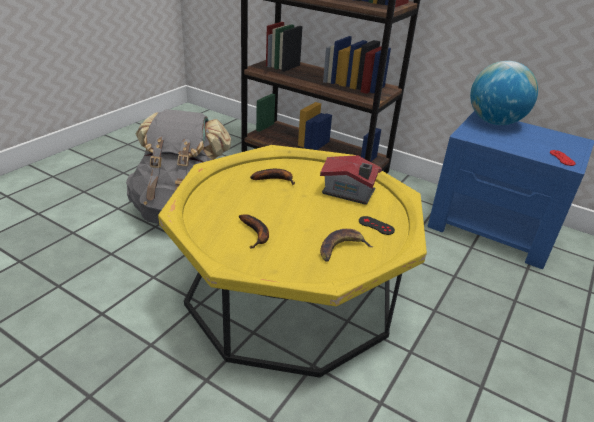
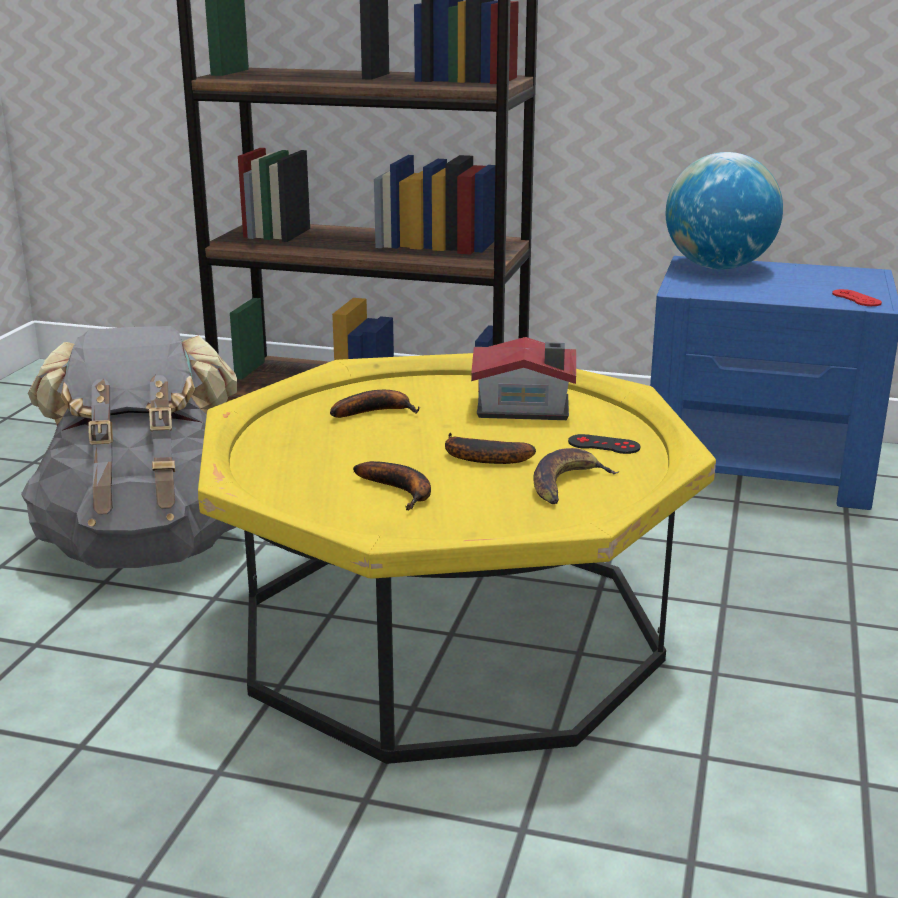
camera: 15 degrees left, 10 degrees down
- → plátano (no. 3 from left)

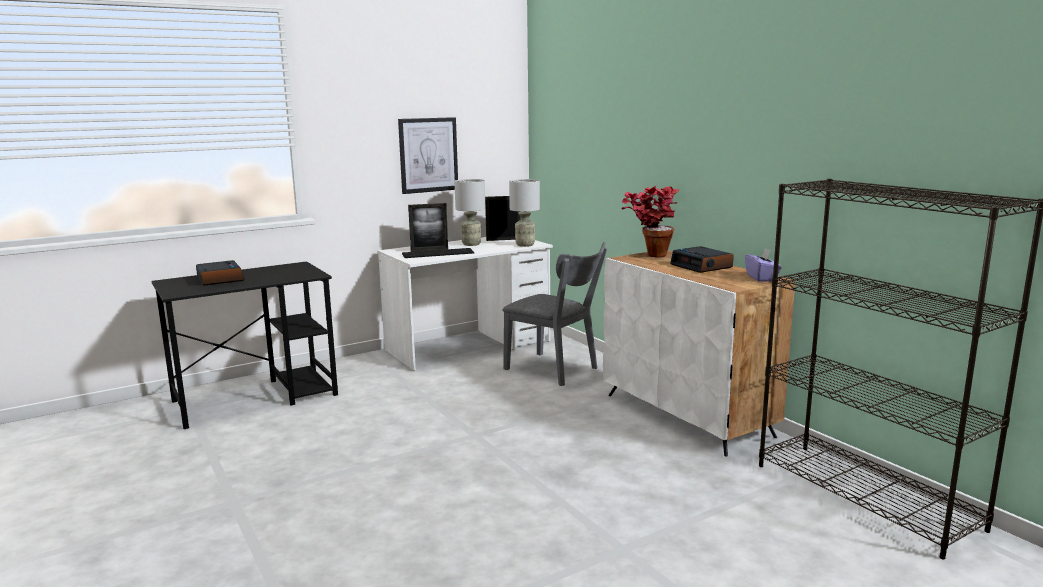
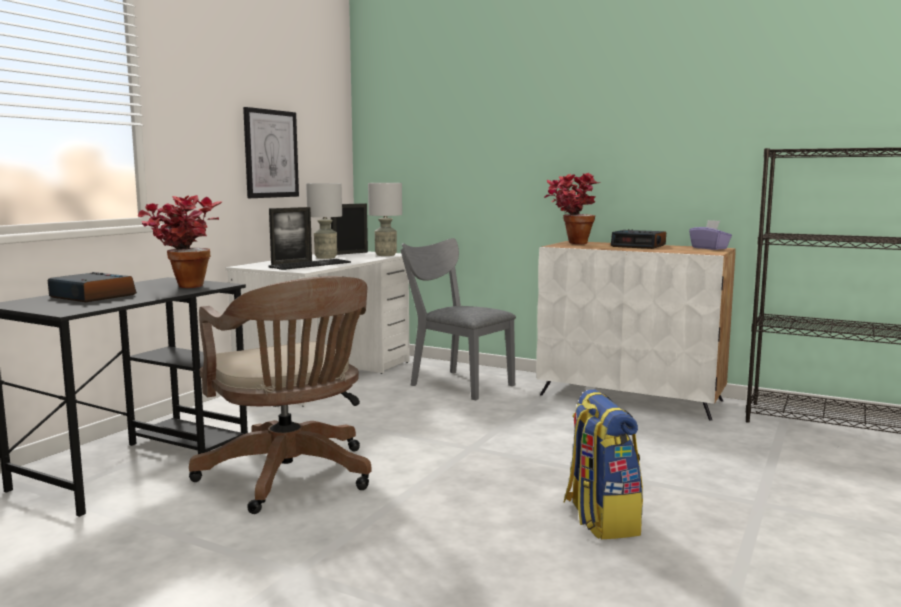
camera: 30 degrees left, 5 degrees down
- → planta en maceta (no. 1 from left)
- → silla de oficina/marrón
silla/gris, 150 degrees counterclockwise
- → mochila

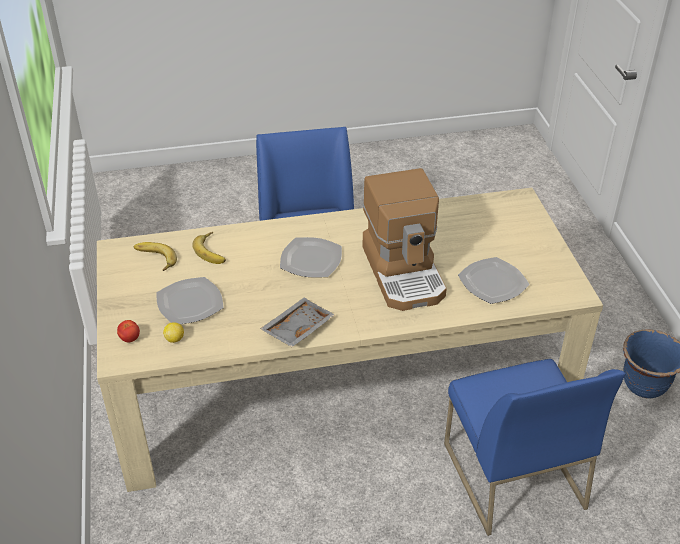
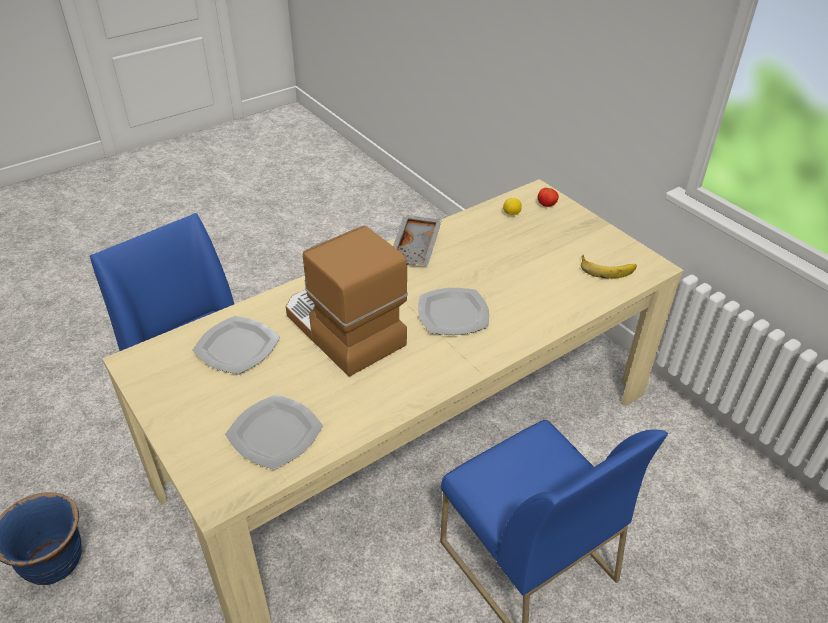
camera: 155 degrees right, 0 degrees up
plato (no. 1 from left in the first image) → plato (no. 2 from left), relocated
plátano (no. 2 from left) → -

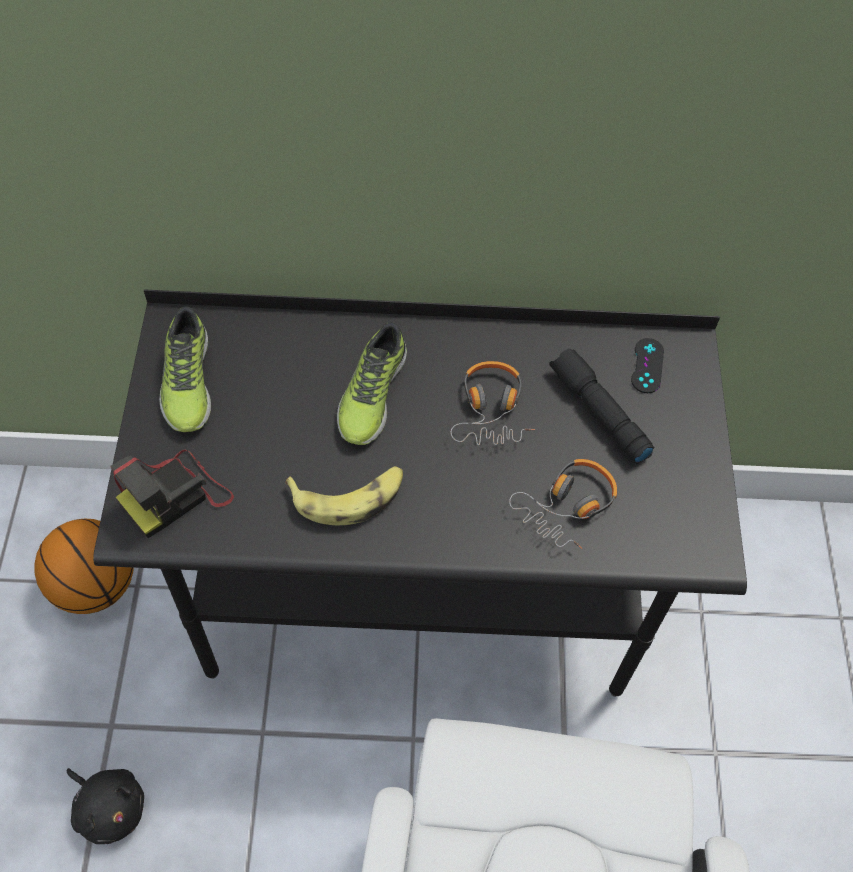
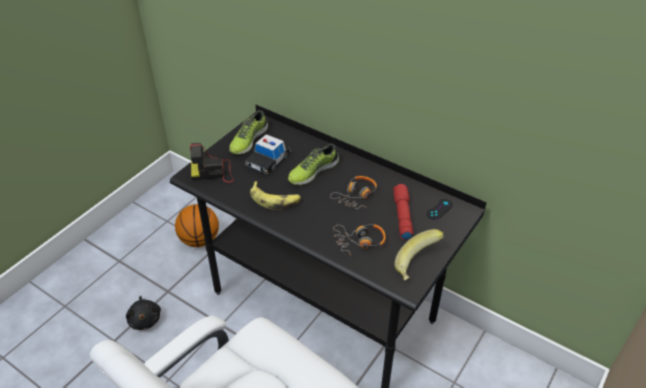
camera: 35 degrees right, 15 degrees down
- → coche de juguete
linterna/negro → linterna/rojo
- → plátano (no. 2 from left)

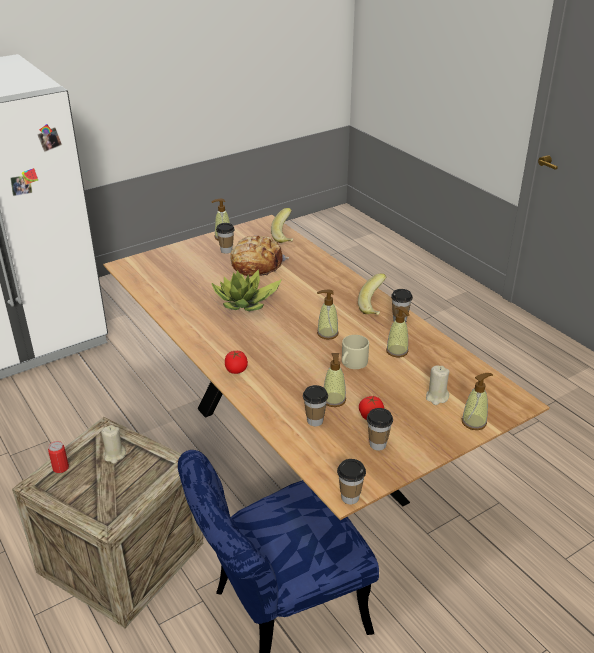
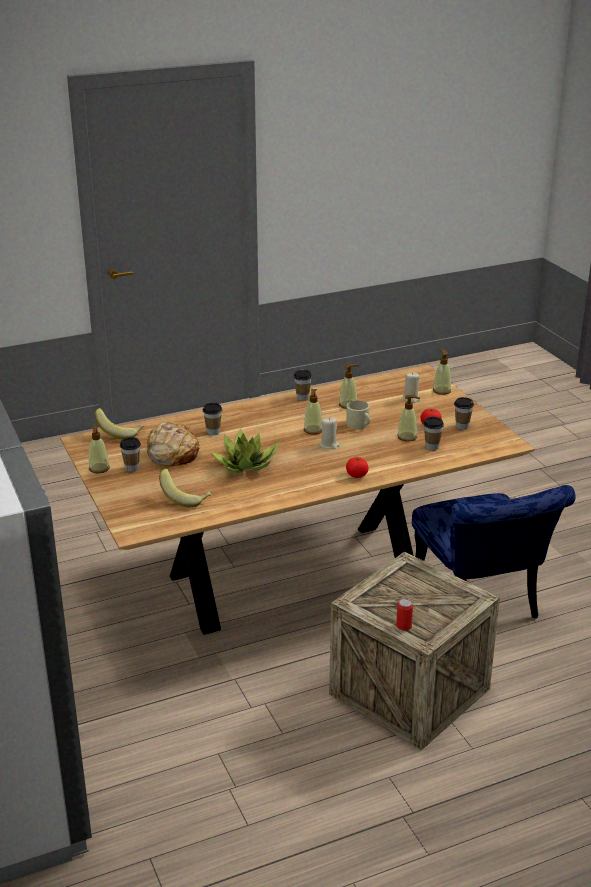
camera: 80 degrees left, 5 degrees down
plátano (no. 2 from left), relocated
taza (no. 3 from left in the first image) → taza (no. 2 from left), relocated
vela/beis (no. 1 from left), relocated

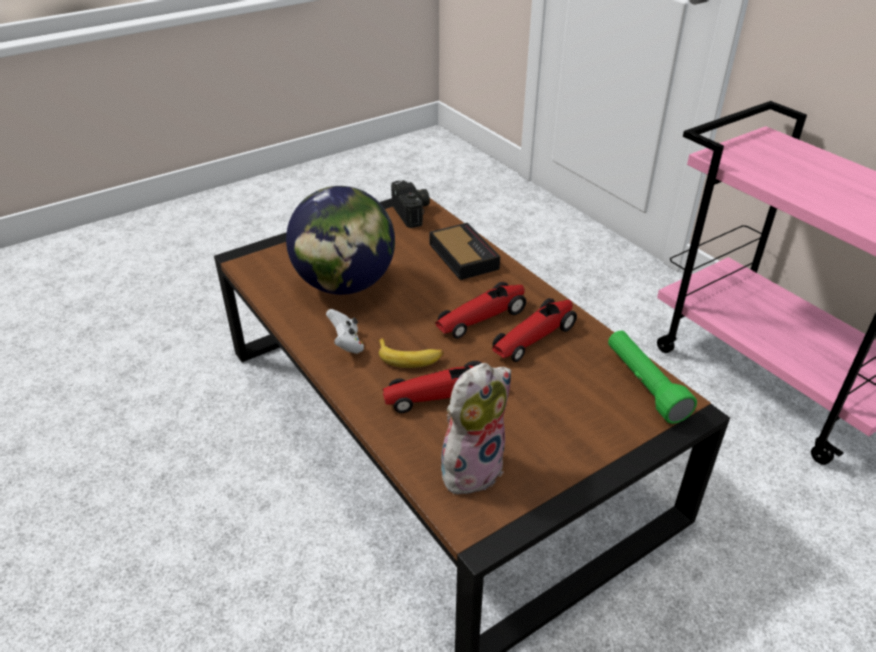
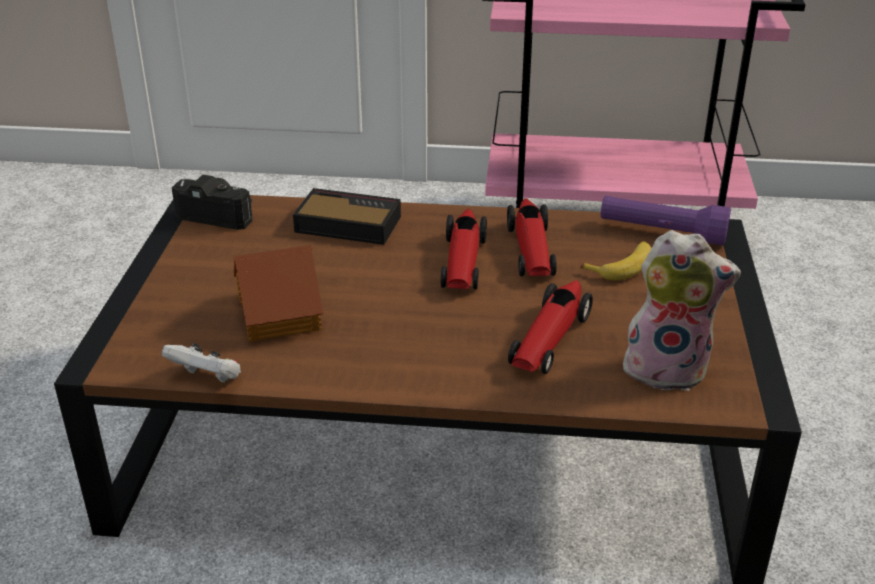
camera: 50 degrees left, 5 degrees down
mando de consola/blanco, relocated
globo terráqueo → casita
plátano, relocated
linterna/verde → linterna/morado
peluche, 105 degrees clockwise

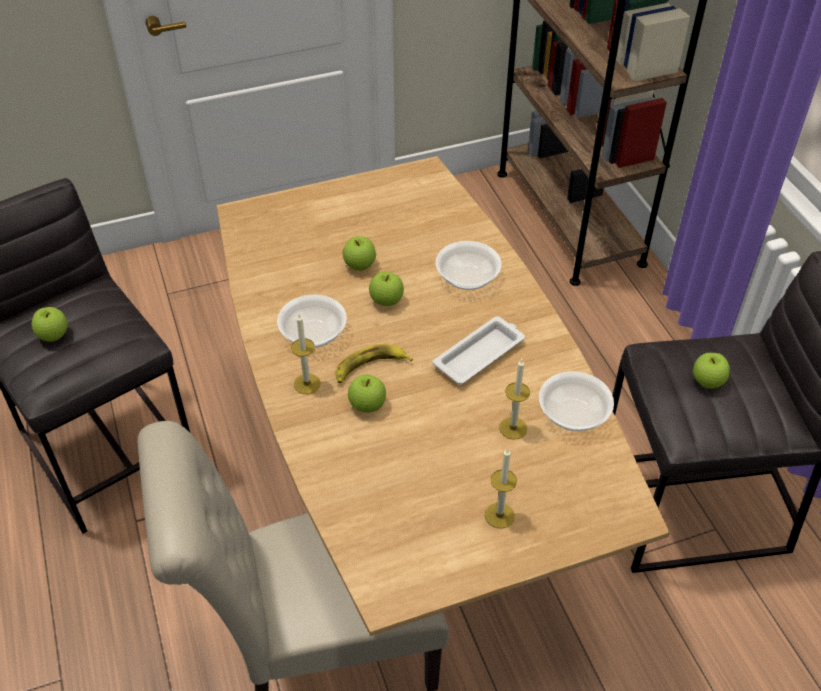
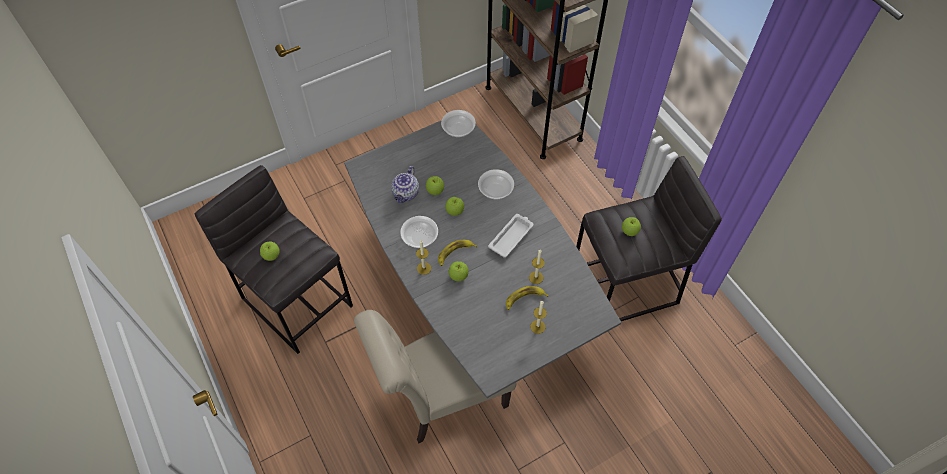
camera: 10 degrees left, 10 degrees up
mesa de comedor/marrón → mesa de comedor/gris
- → tetera
cuenco (no. 3 from left in the first image) → cuenco (no. 2 from left), relocated
- → plátano (no. 2 from left)

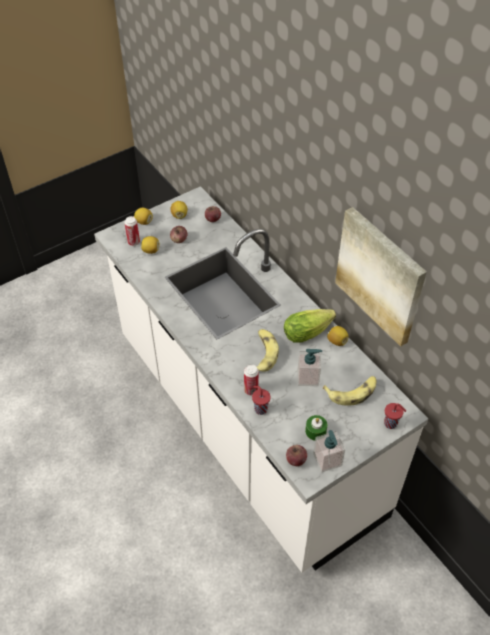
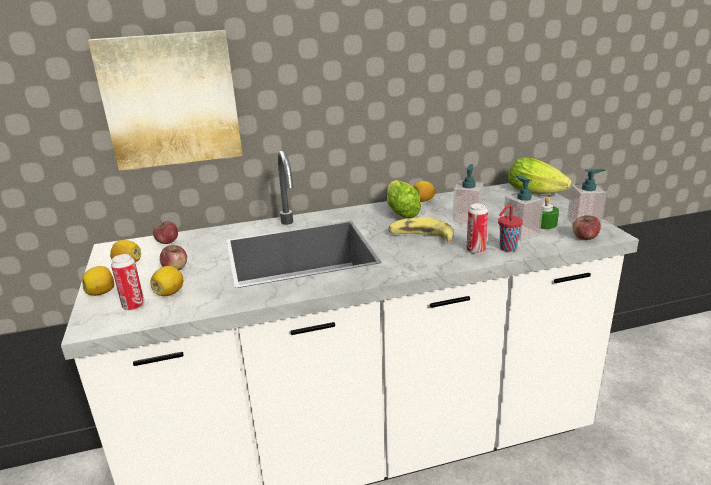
camera: 70 degrees left, 25 degrees down
cuadro, relocated
- → dispensador de jabón (no. 2 from left)
taza/rojo (no. 2 from left) → lechuga (no. 2 from left)
plátano (no. 2 from left) → -

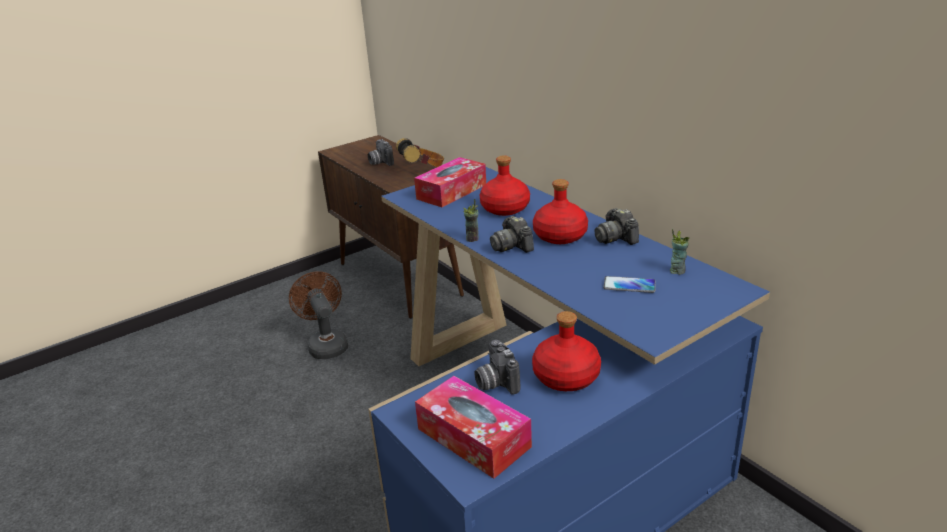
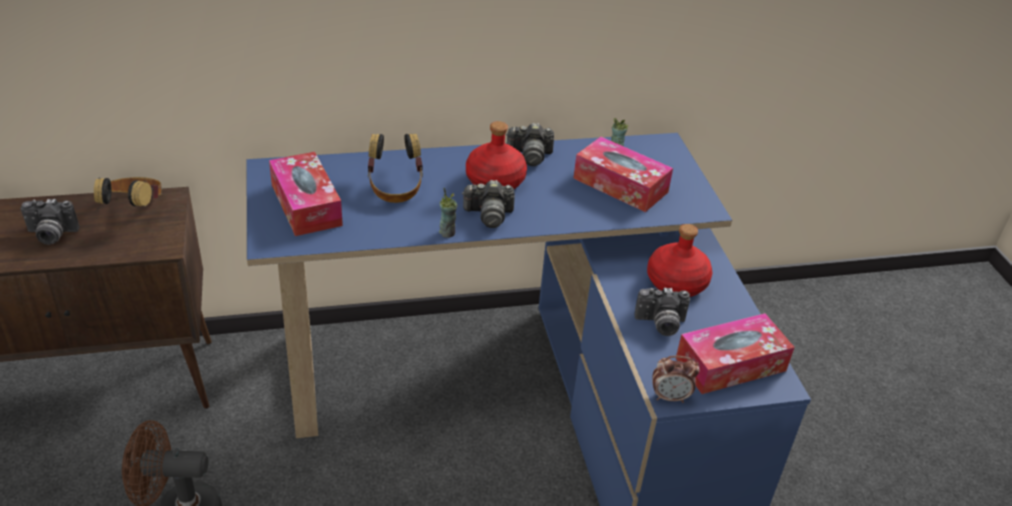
camera: 70 degrees left, 10 degrees up
botella/rojo (no. 1 from left) → auriculares (no. 2 from left)
móvil → caja de pañuelos (no. 2 from left)
- → despertador

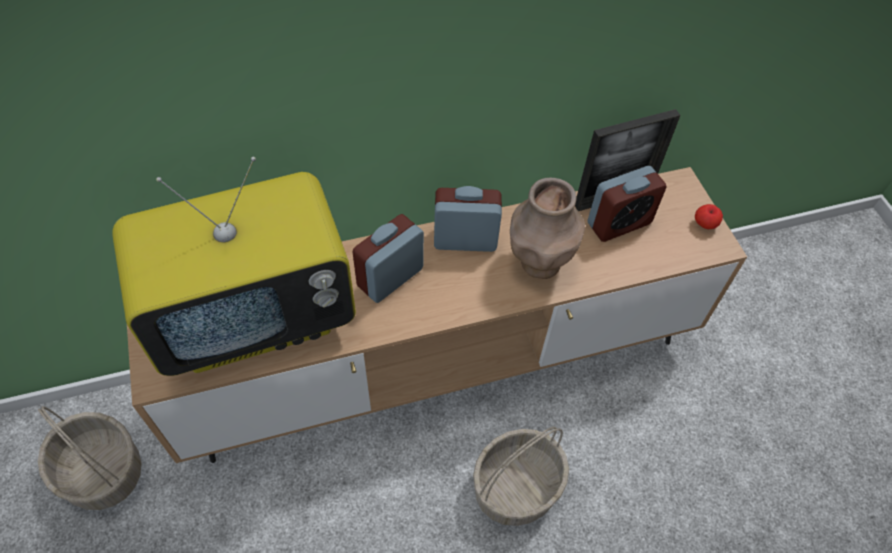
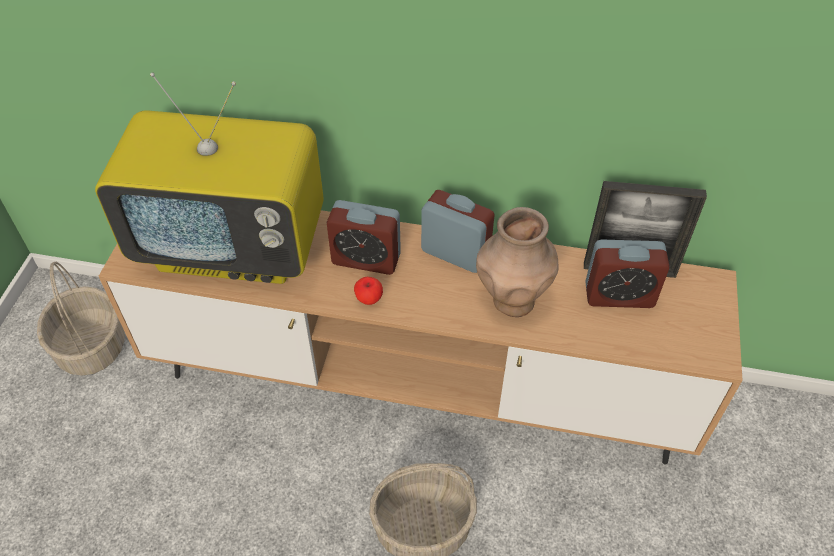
camera: 30 degrees right, 5 degrees down
despertador (no. 1 from left), 150 degrees counterclockwise
manzana, relocated

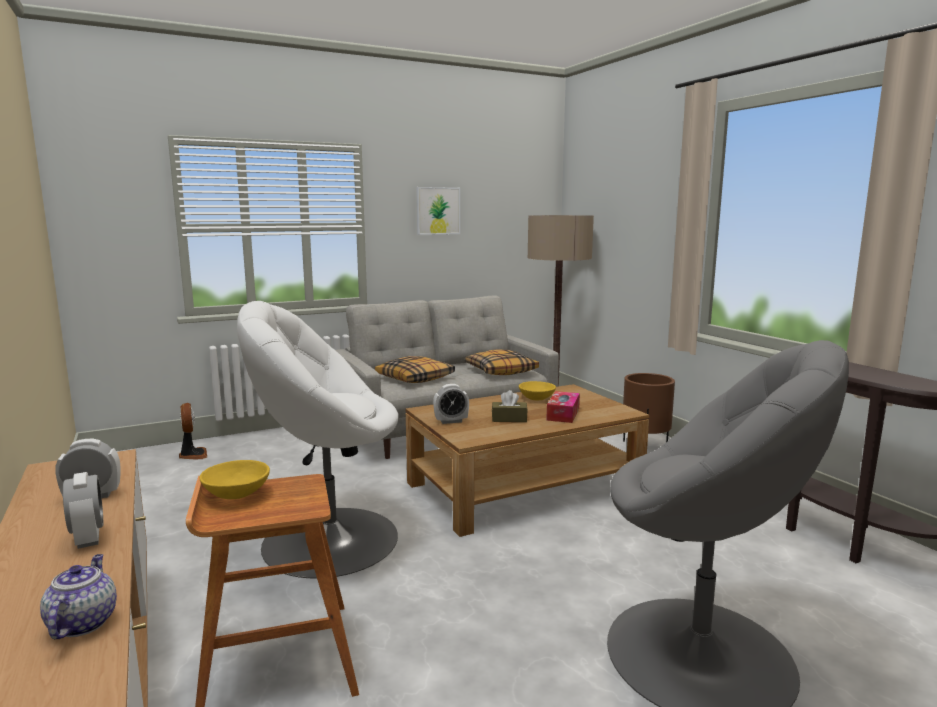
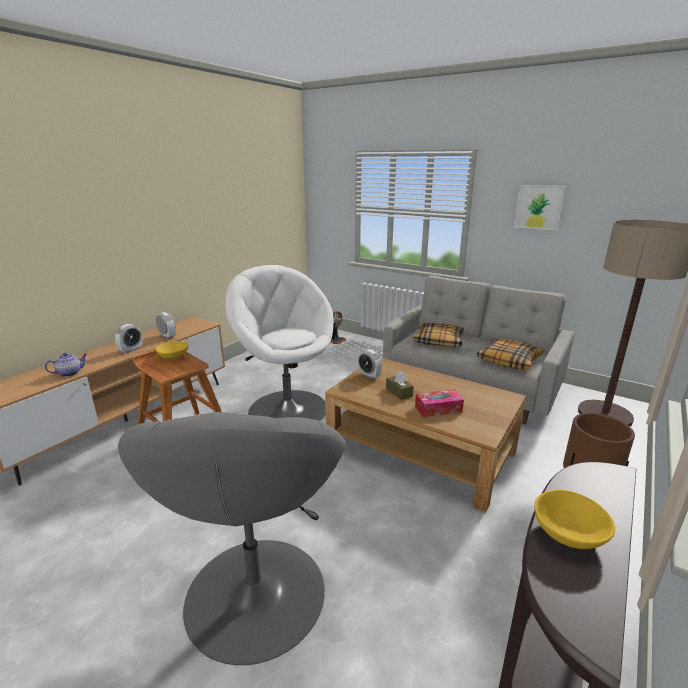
camera: 60 degrees right, 10 degrees up
cuenco/amarillo (no. 2 from left), relocated

